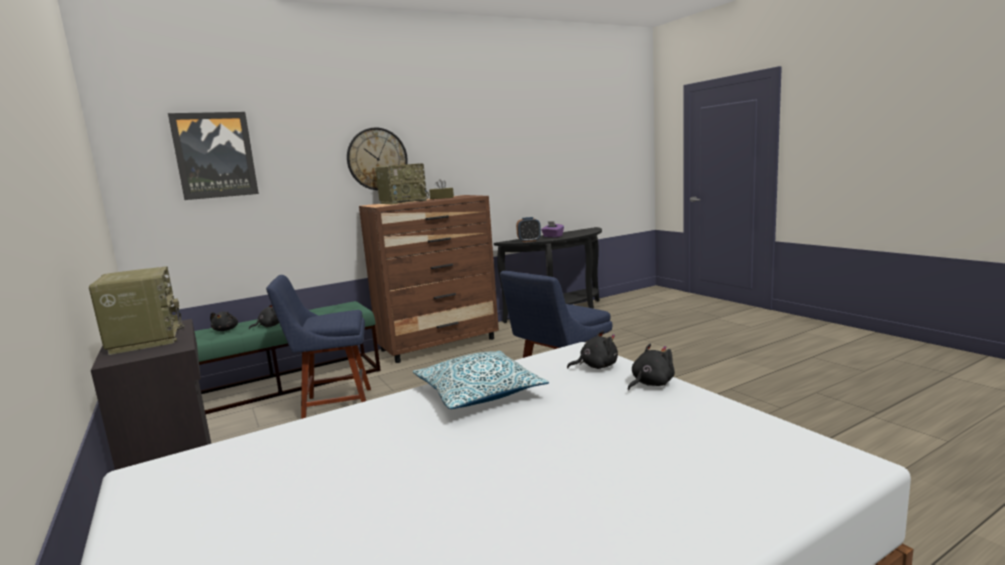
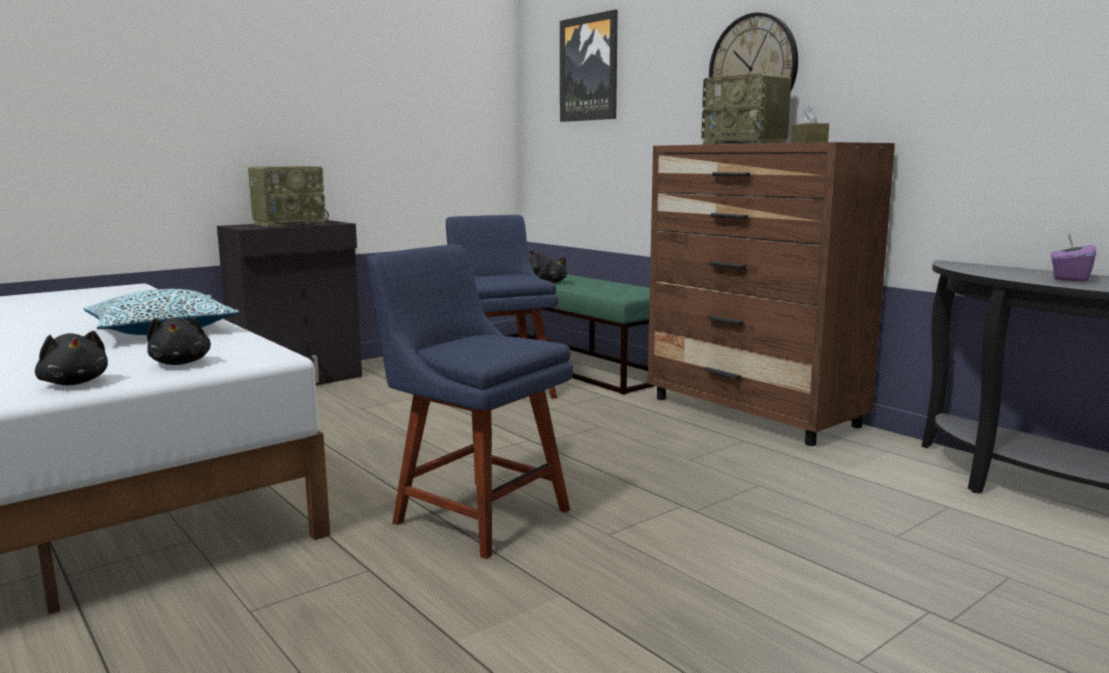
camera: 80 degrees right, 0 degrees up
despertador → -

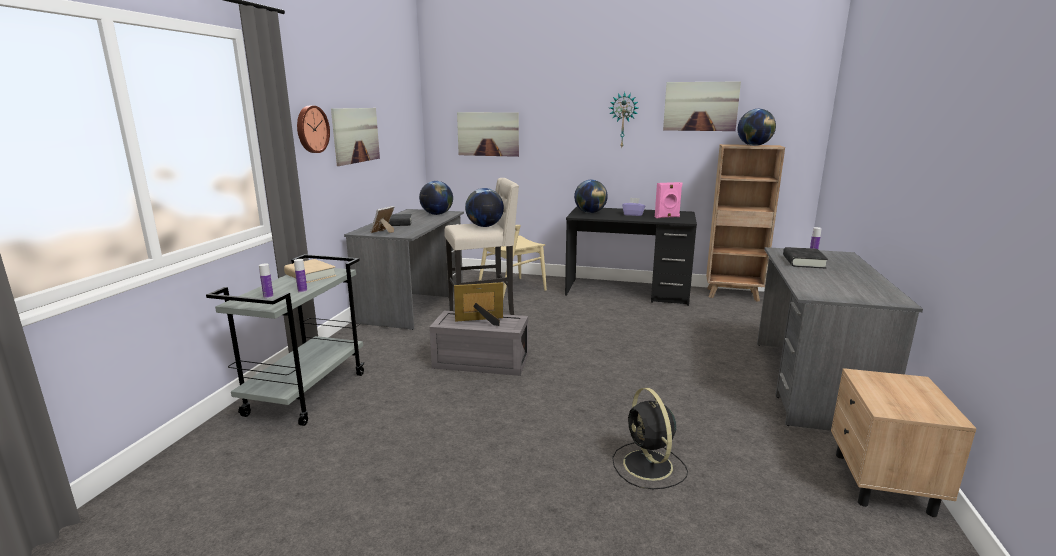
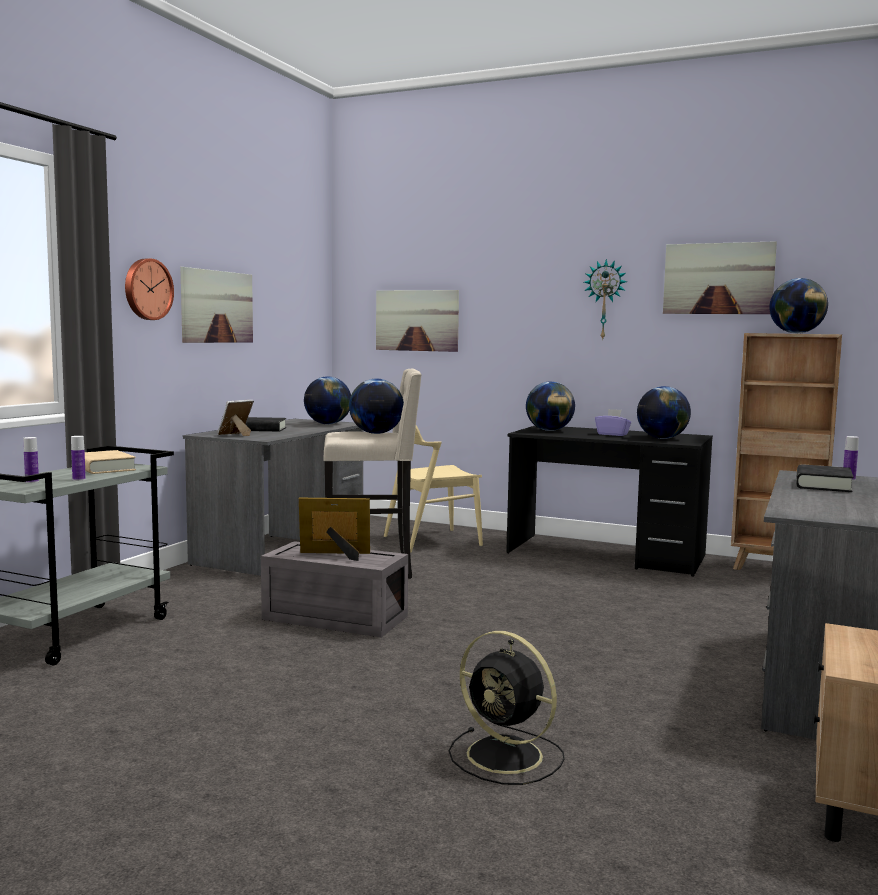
camera: 10 degrees right, 10 degrees down
ventilador/negro, 45 degrees counterclockwise
altavoz/rosa → globo terráqueo (no. 4 from left)

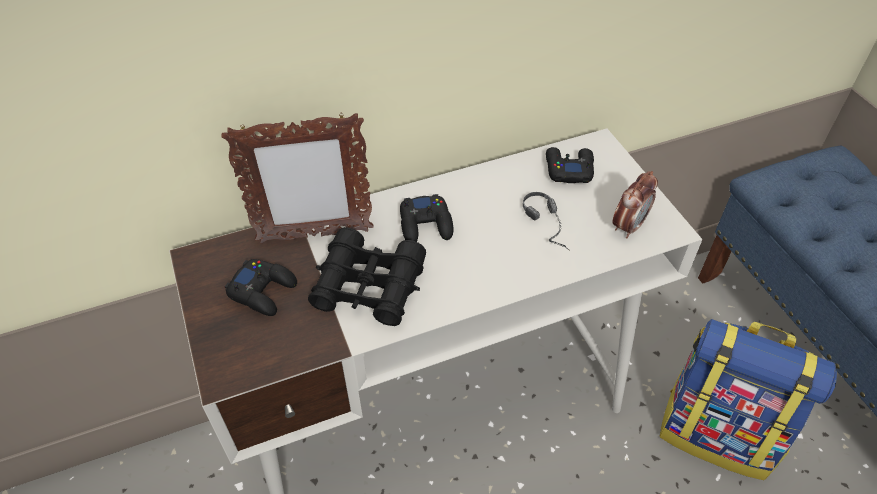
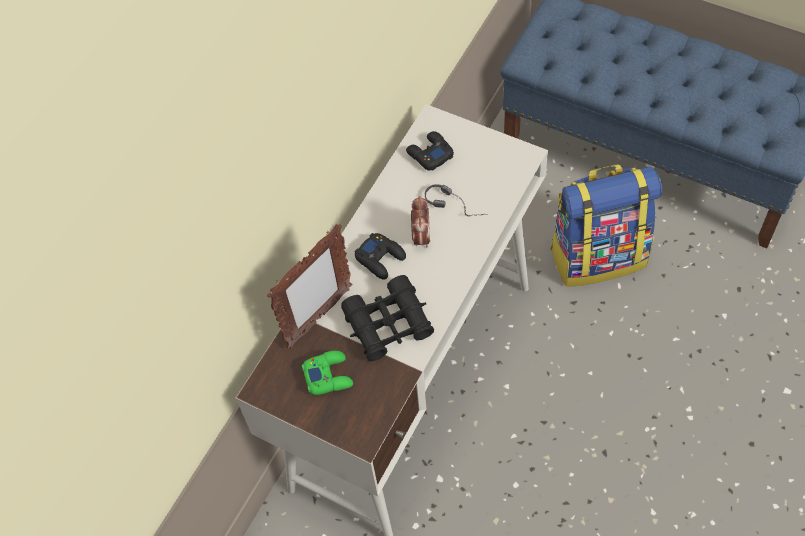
camera: 35 degrees left, 10 degrees up
mando de consola/negro (no. 1 from left) → mando de consola/verde
despertador, relocated

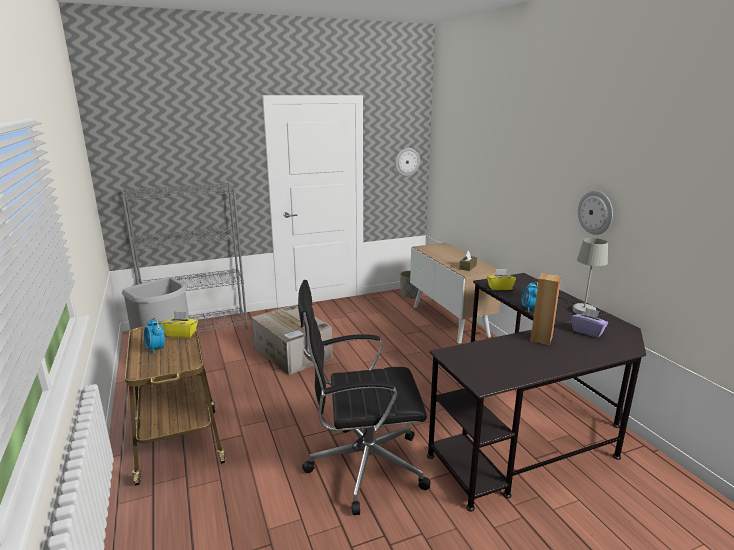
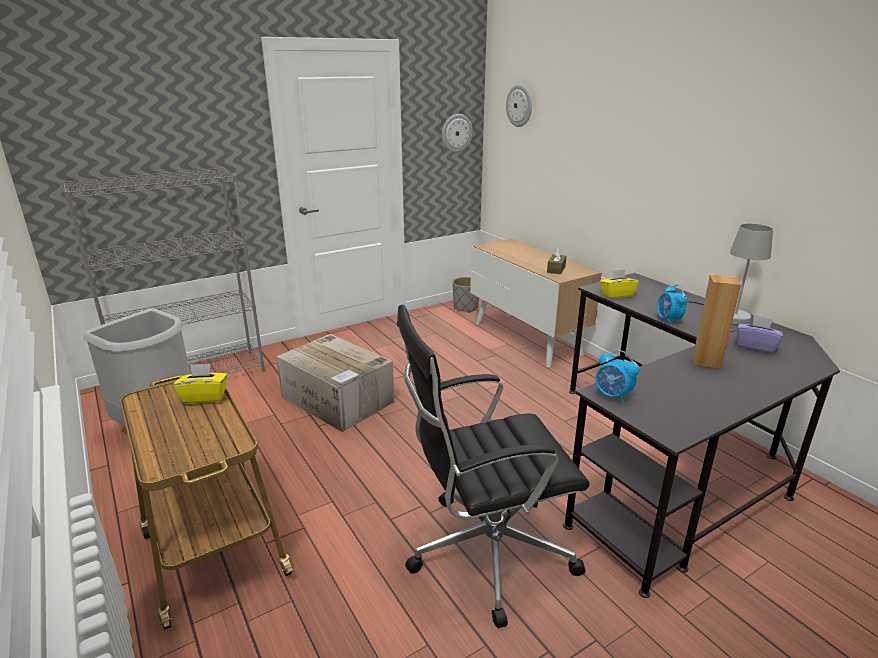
camera: 10 degrees left, 5 degrees up
reloj de pared (no. 2 from left), relocated
despertador (no. 1 from left), relocated

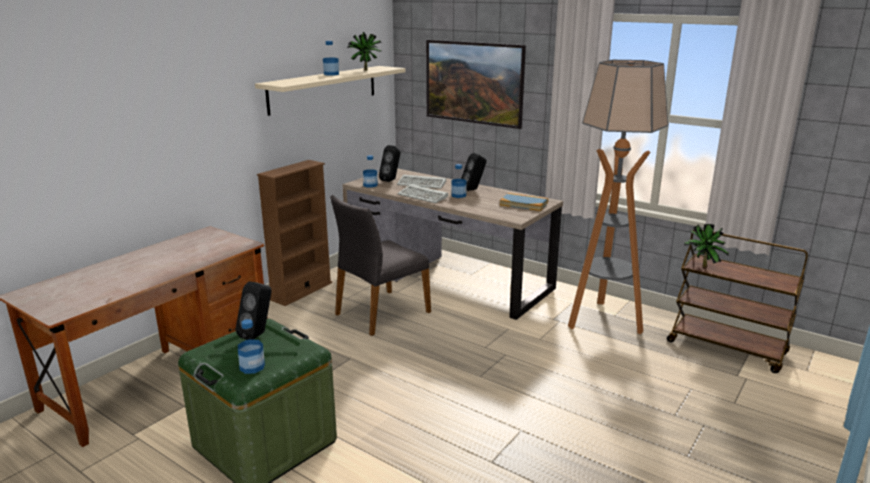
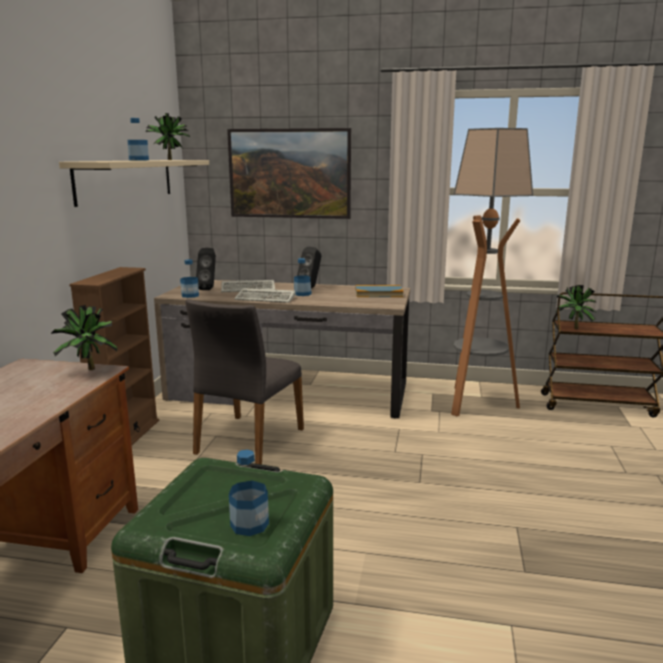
camera: 25 degrees left, 5 degrees down
- → planta en maceta (no. 1 from left)
altavoz/negro (no. 1 from left) → -

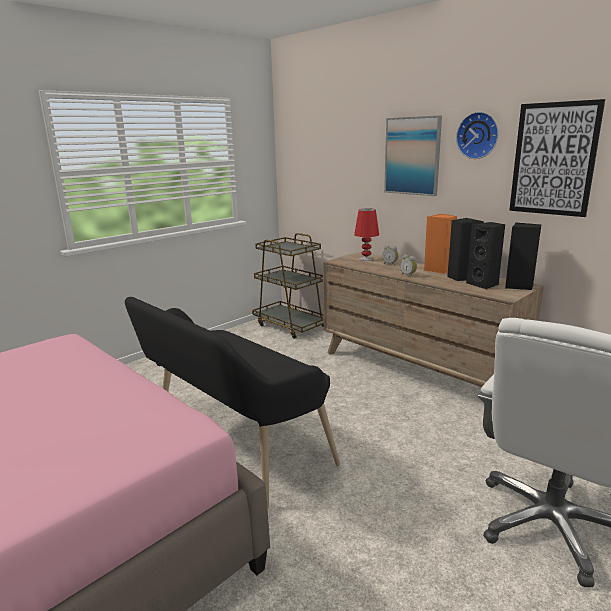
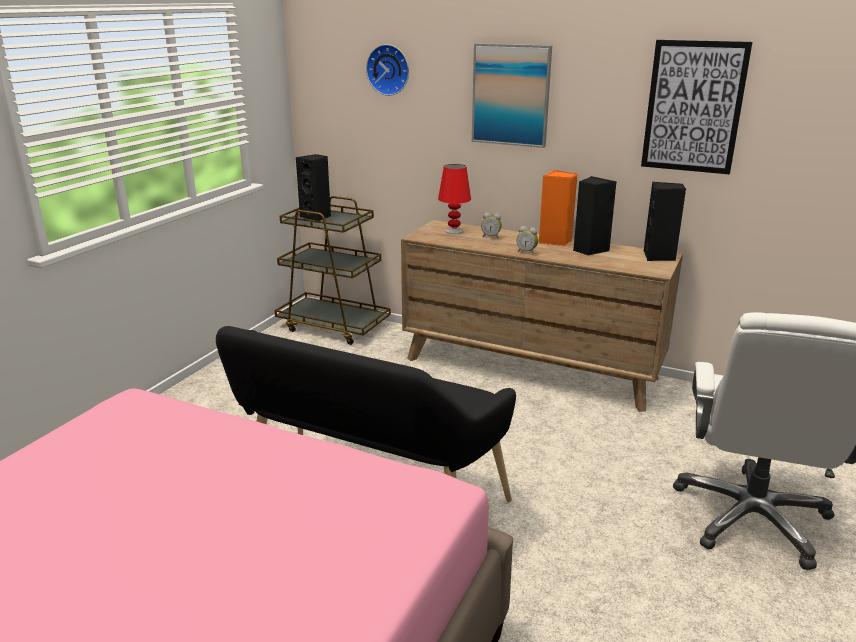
camera: 20 degrees left, 5 degrees up
altavoz/negro (no. 2 from left in the first image) → altavoz/negro (no. 1 from left), relocated
reloj de pared, relocated

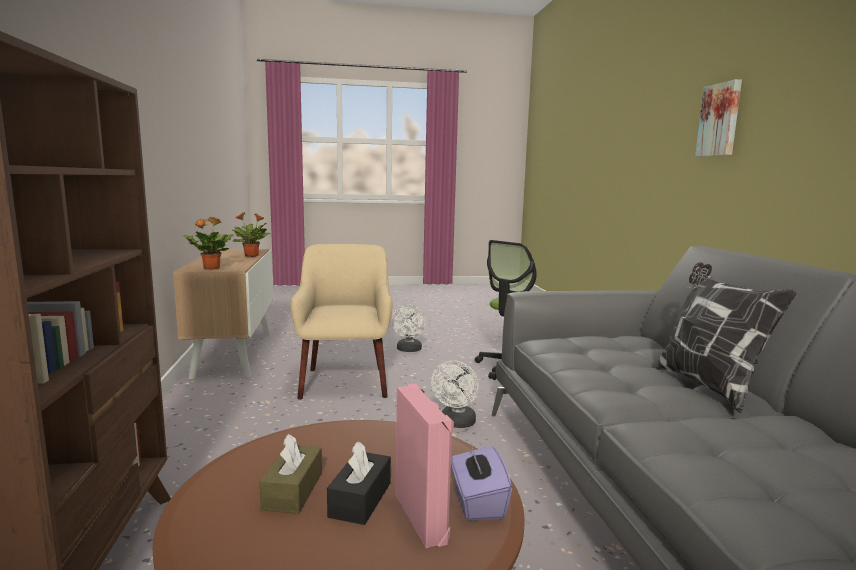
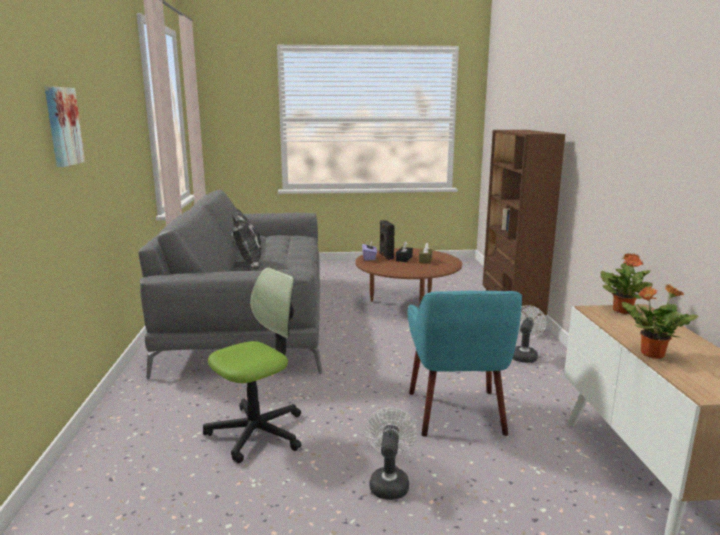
camera: 175 degrees left, 5 degrees up
altavoz/rosa → altavoz/negro
sillón/beis → sillón/turquesa
ventilador/blanco (no. 2 from left), relocated

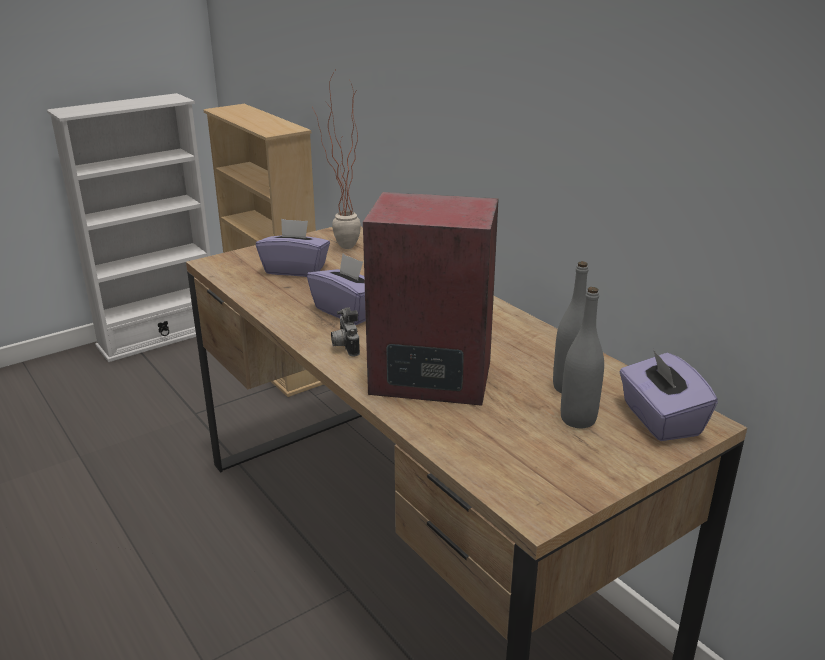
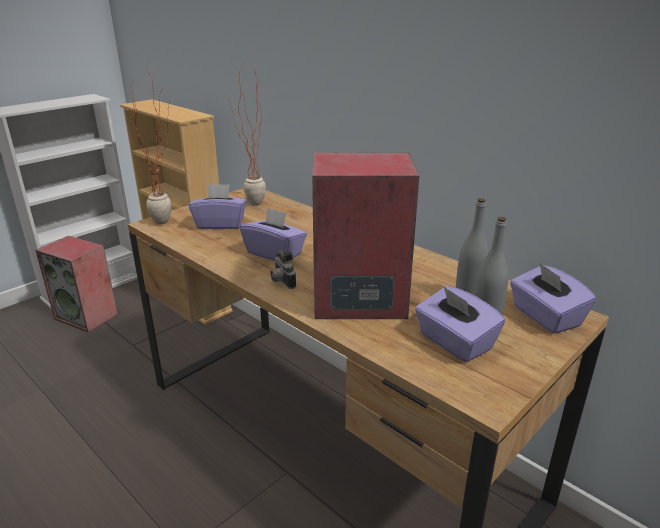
camera: 10 degrees left, 0 degrees up
- → altavoz (no. 1 from left)
- → planta en maceta (no. 1 from left)
- → caja de pañuelos/morado (no. 3 from left)

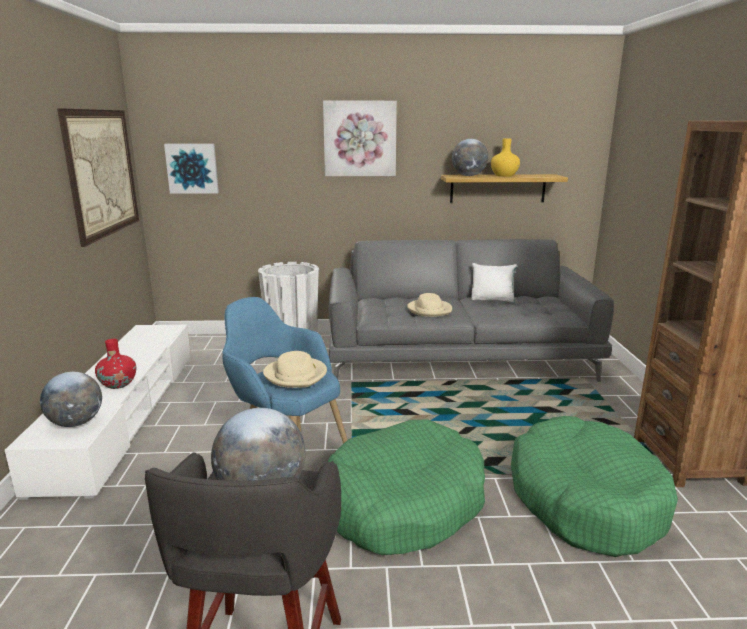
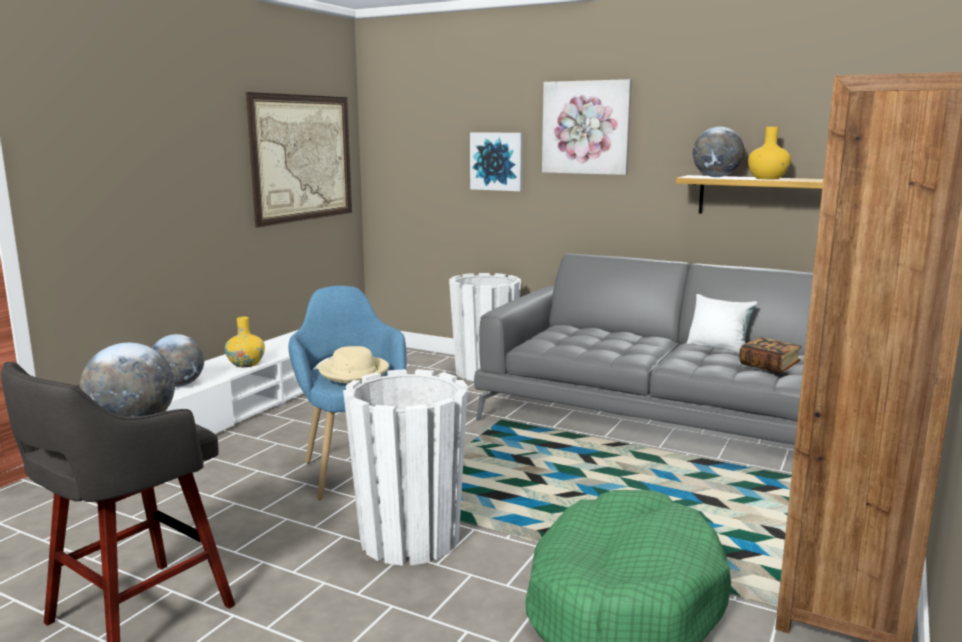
camera: 30 degrees right, 5 degrees down
florero/rojo → florero/amarillo (no. 1 from left)
cama para perro/verde (no. 1 from left) → maceta/blanco (no. 1 from left)
cuadro (no. 2 from left), relocated
- → libro
sombrero/beis (no. 2 from left) → -

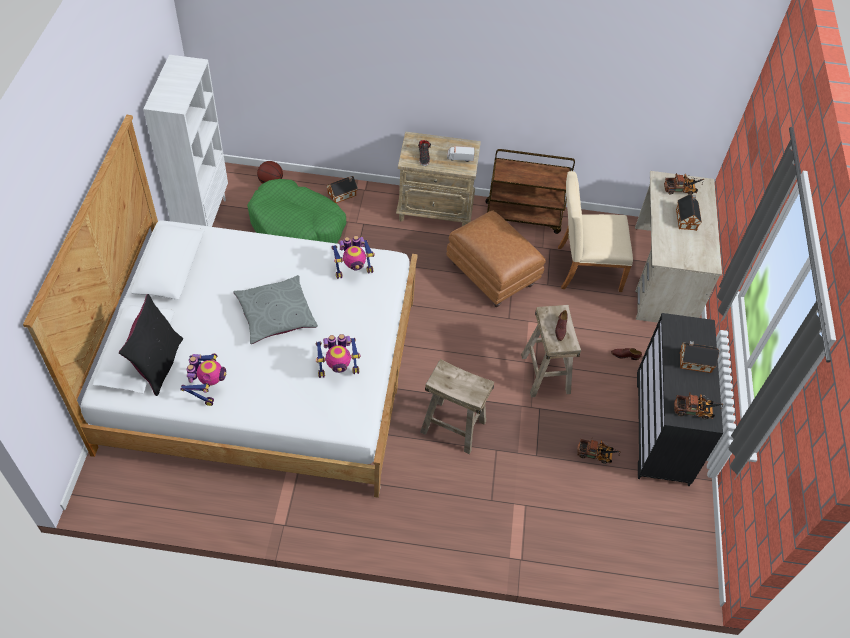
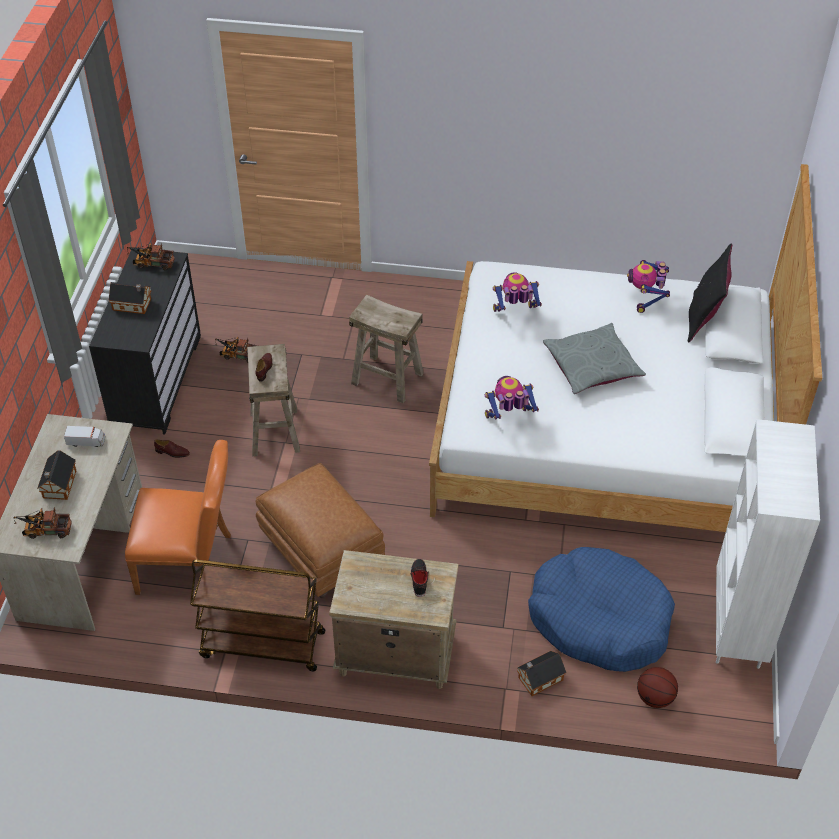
camera: 175 degrees left, 5 degrees down
camión de juguete (no. 1 from left in the first image) → camión de juguete (no. 2 from left), relocated
silla/beis → silla/naranja
cama para perro/verde → cama para perro/azul

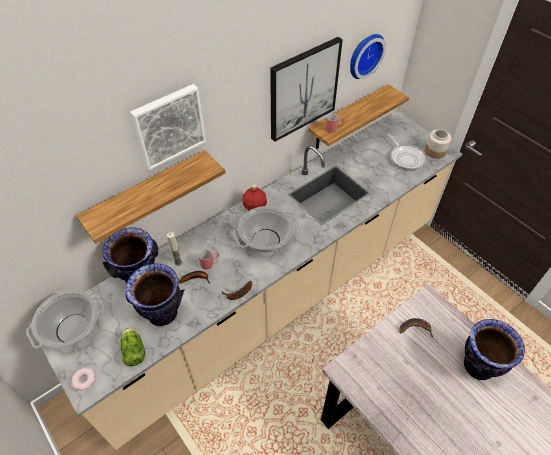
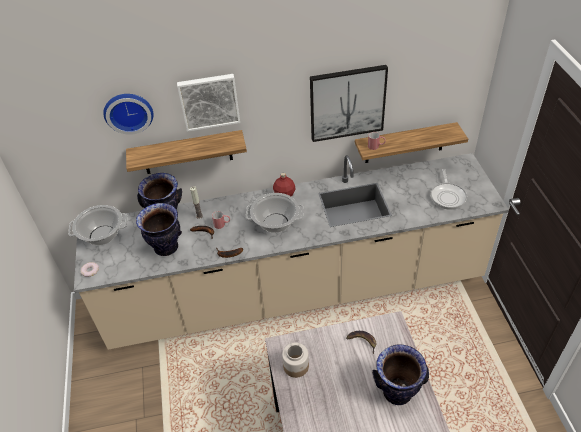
camera: 30 degrees right, 5 degrees down
reloj de pared, relocated
tarro, relocated
lechuga → -

